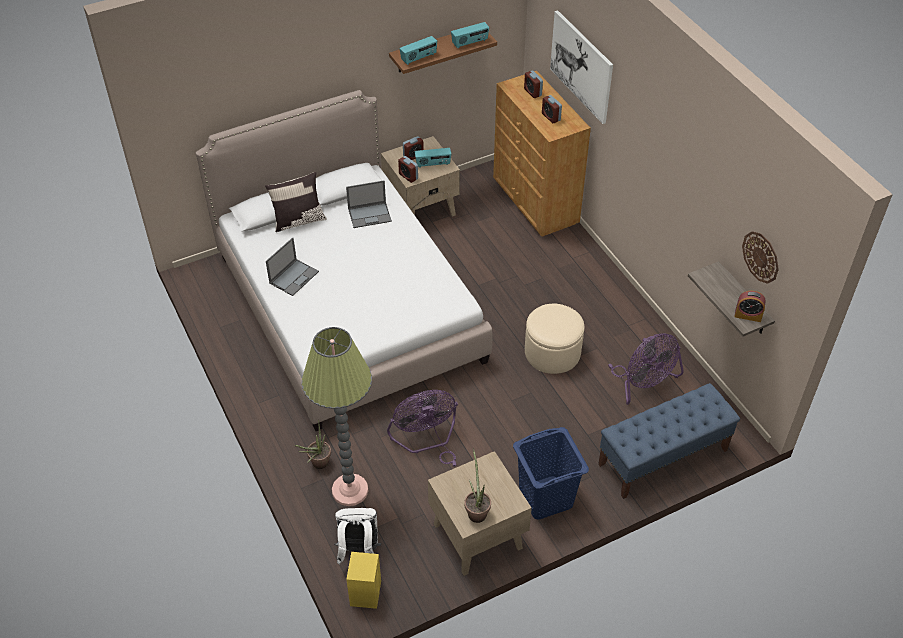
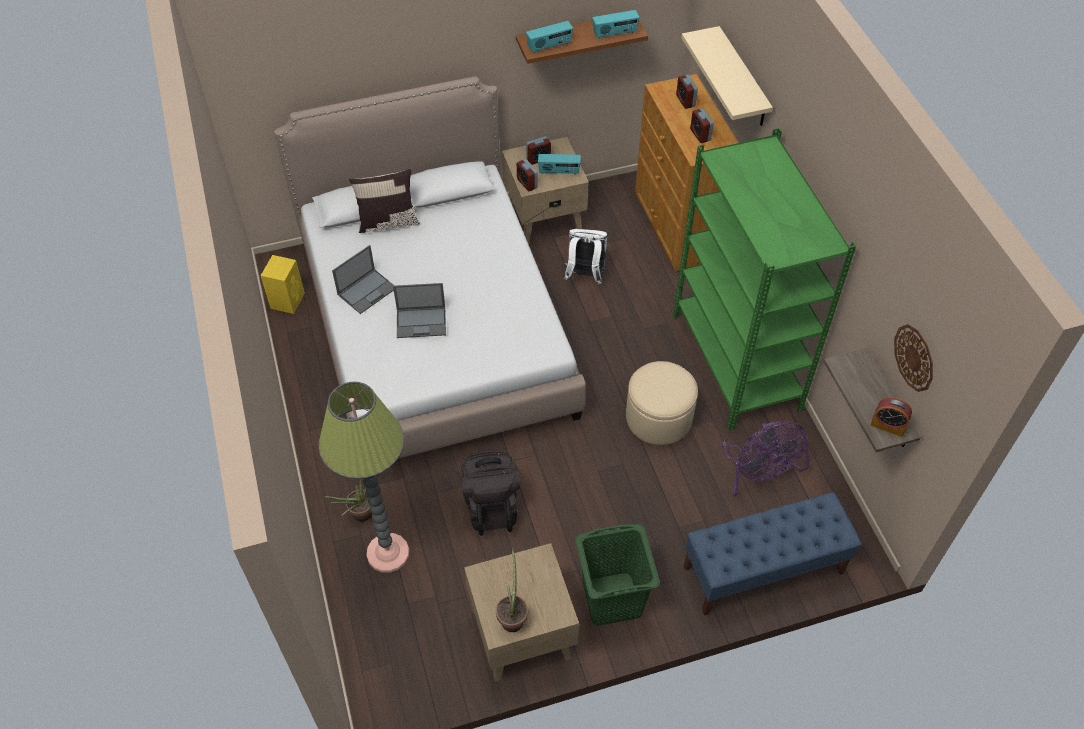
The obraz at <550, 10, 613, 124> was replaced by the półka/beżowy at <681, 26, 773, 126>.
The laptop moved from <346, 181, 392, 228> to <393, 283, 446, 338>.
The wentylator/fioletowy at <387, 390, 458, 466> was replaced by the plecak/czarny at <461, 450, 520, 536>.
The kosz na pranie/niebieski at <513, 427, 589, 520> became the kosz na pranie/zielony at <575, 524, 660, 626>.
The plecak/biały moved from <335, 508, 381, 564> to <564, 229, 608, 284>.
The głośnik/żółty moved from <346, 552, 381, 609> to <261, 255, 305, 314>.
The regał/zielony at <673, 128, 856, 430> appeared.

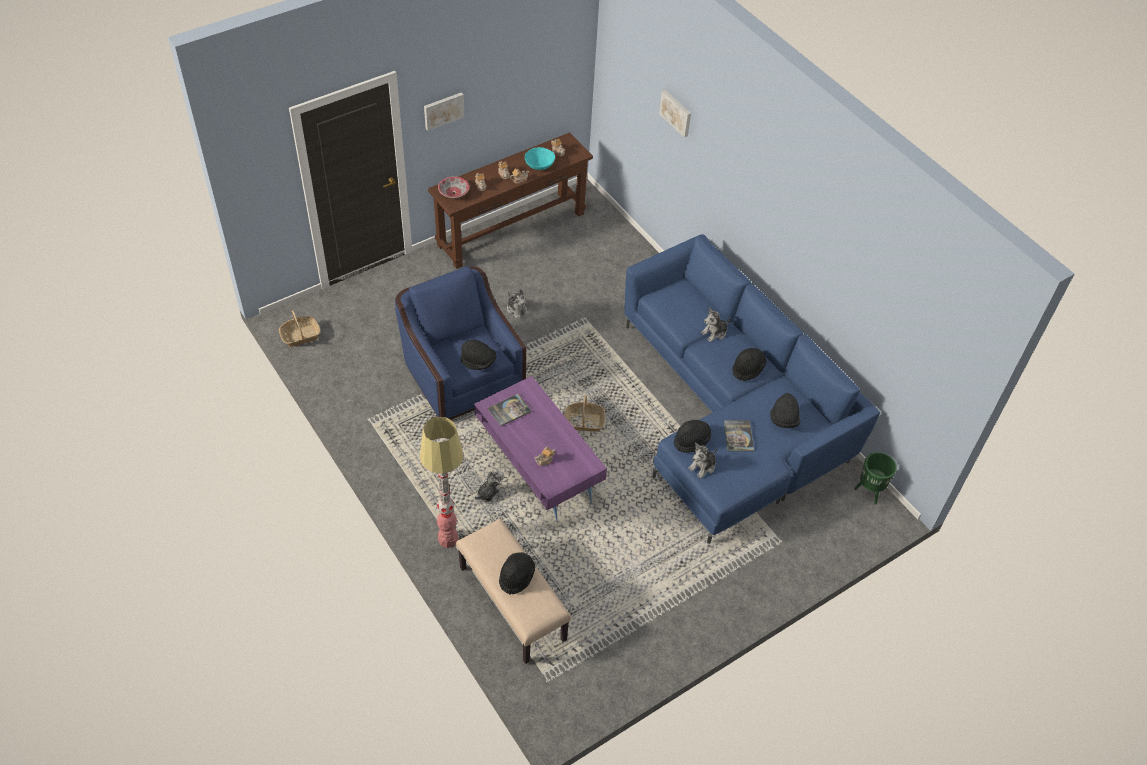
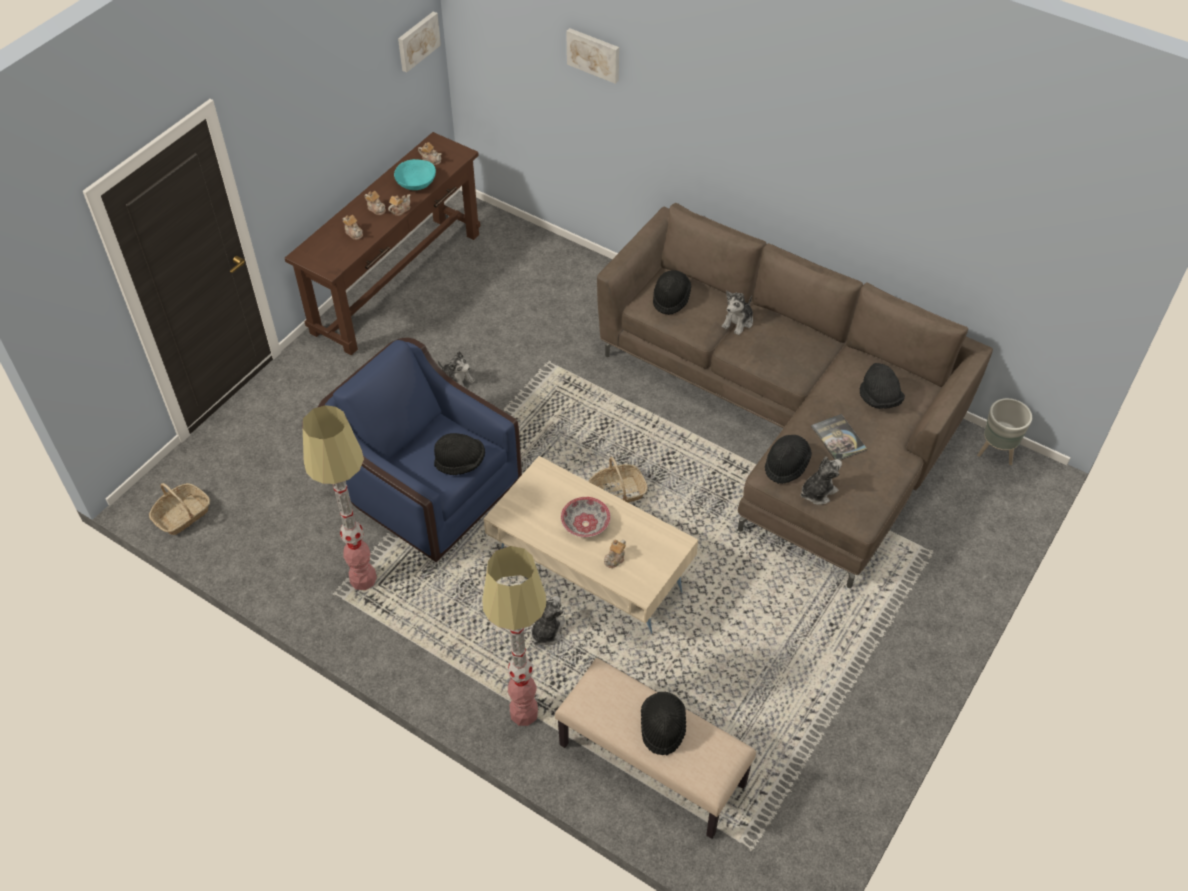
The obraz moved from <424, 92, 464, 131> to <398, 12, 441, 73>.
The miska moved from <438, 176, 469, 198> to <561, 497, 611, 537>.
The kanapa/niebieski at <624, 234, 880, 544> became the kanapa/brązowy at <597, 203, 993, 588>.
The kapelusz/czarny moved from <732, 348, 766, 381> to <653, 270, 691, 315>.
The ława/fioletowy at <475, 376, 607, 521> became the ława/beżowy at <484, 456, 698, 634>.
The książka at <488, 394, 532, 426> disappeared.
The pluszak at <688, 443, 718, 478> turned 150 degrees counterclockwise.
The donica/zielony at <854, 452, 897, 504> became the donica/szary at <977, 398, 1032, 465>.
The lampa stojąca at <303, 405, 377, 590> appeared.

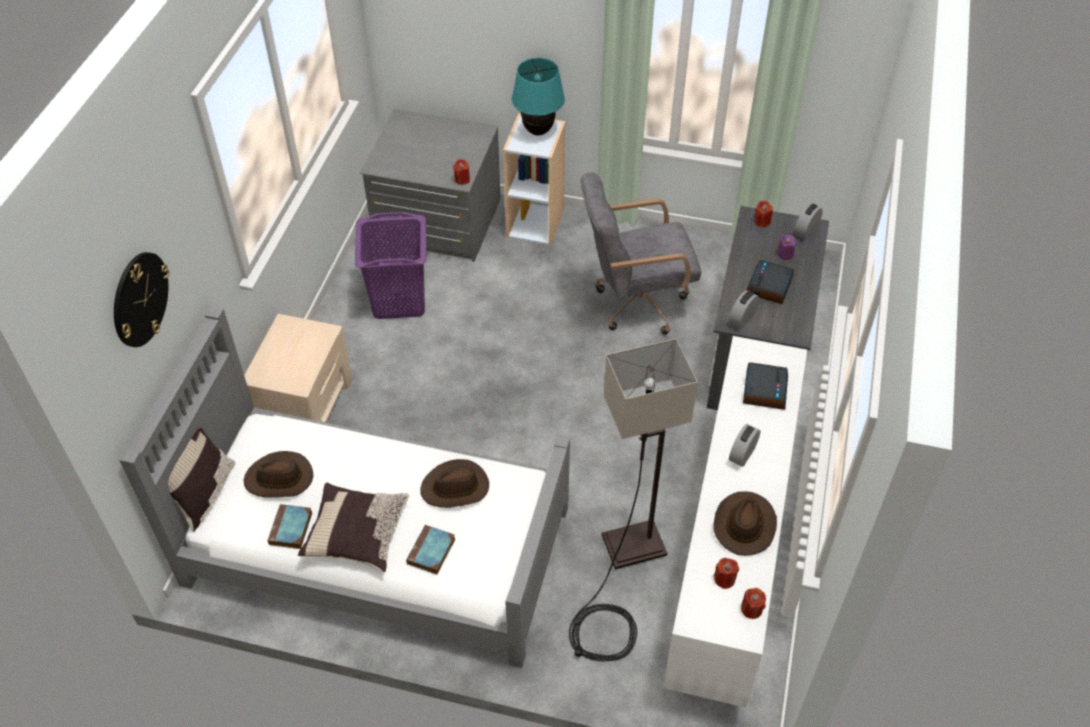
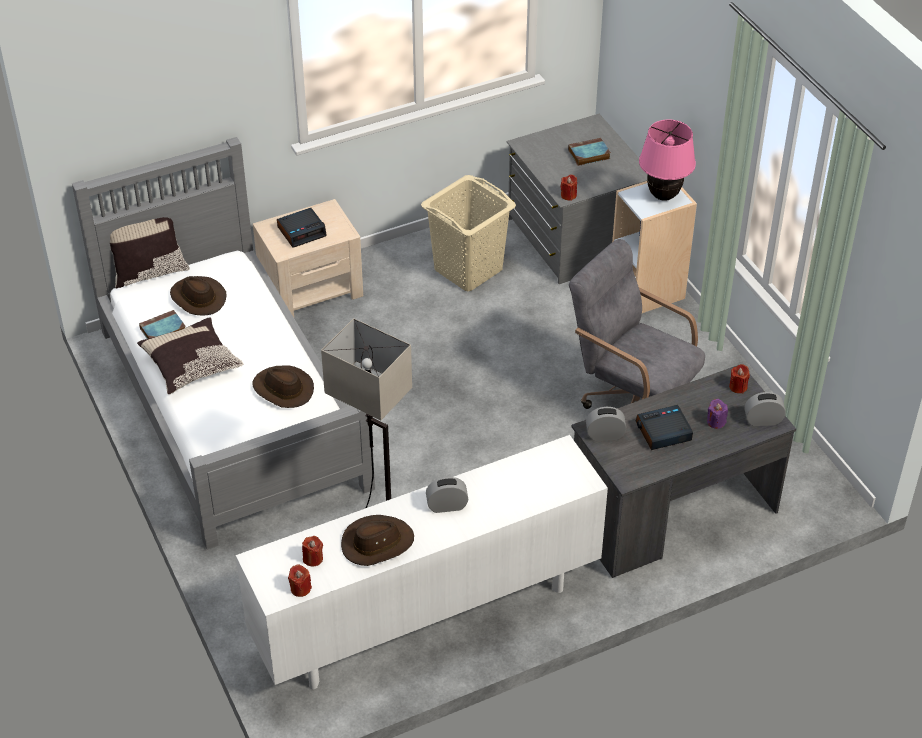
The lampa stołowa/turkusowy at <512, 58, 565, 135> became the lampa stołowa/różowy at <639, 119, 696, 201>.
The kosz na pranie/fioletowy at <355, 212, 427, 319> became the kosz na pranie/beżowy at <421, 175, 516, 291>.
The zegar ścienny at <114, 252, 169, 347> disappeared.
The budzik moved from <743, 362, 788, 410> to <277, 208, 327, 248>.
The książka moved from <406, 525, 455, 575> to <568, 138, 611, 166>.

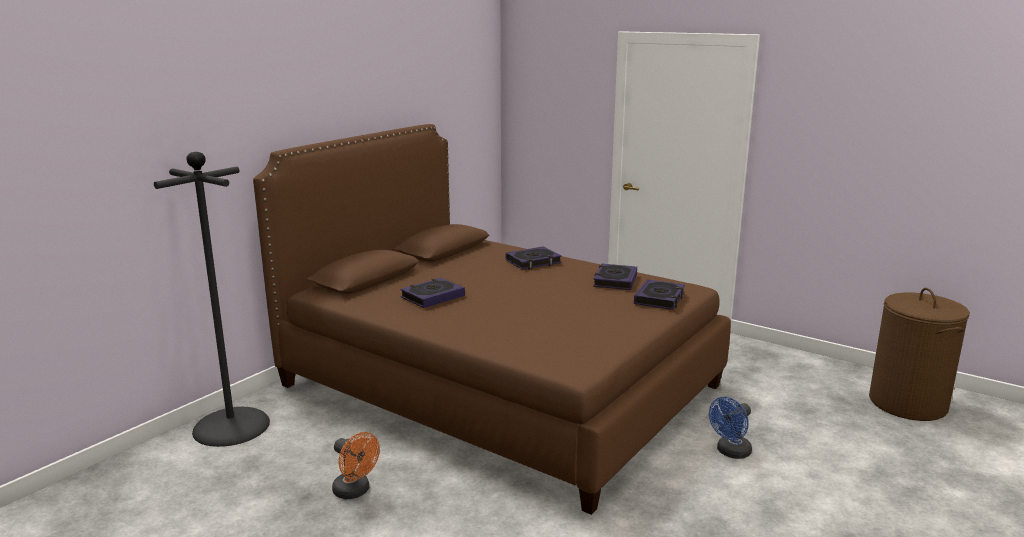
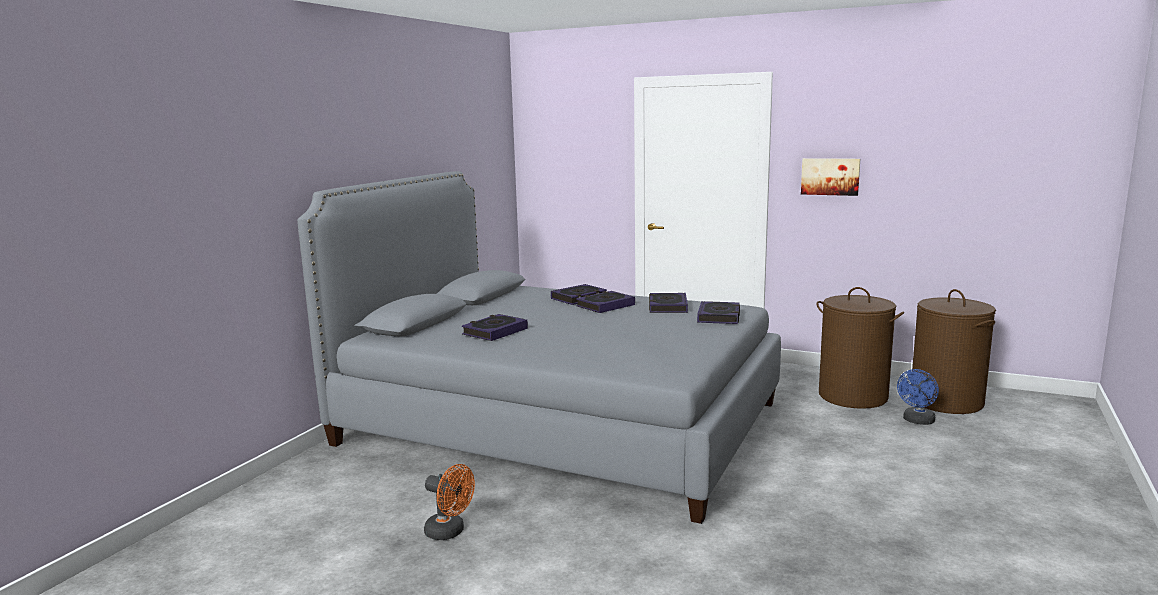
The łóżko/brązowy at <253, 124, 731, 515> became the łóżko/szary at <297, 171, 781, 524>.
The wieszak/czarny at <154, 152, 270, 447> disappeared.
The wentylator/niebieski moved from <709, 397, 752, 459> to <897, 369, 939, 425>.
The obraz at <801, 158, 860, 196> appeared.
The kosz na pranie/brązowy at <816, 287, 904, 409> appeared.
The książka at <576, 291, 635, 313> appeared.

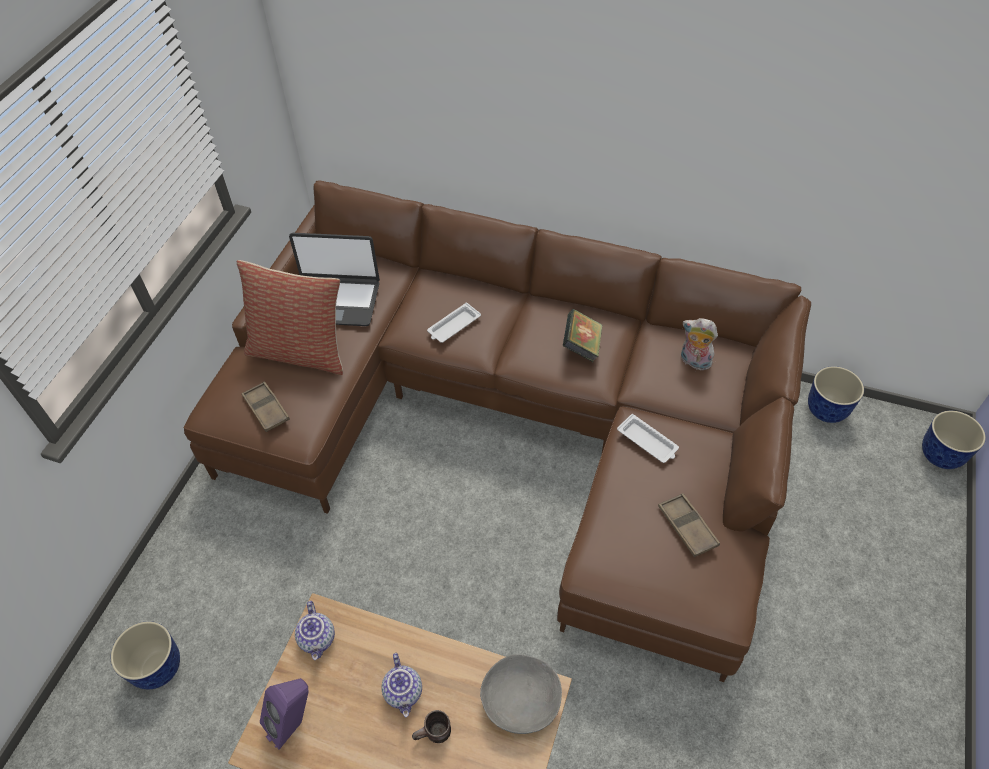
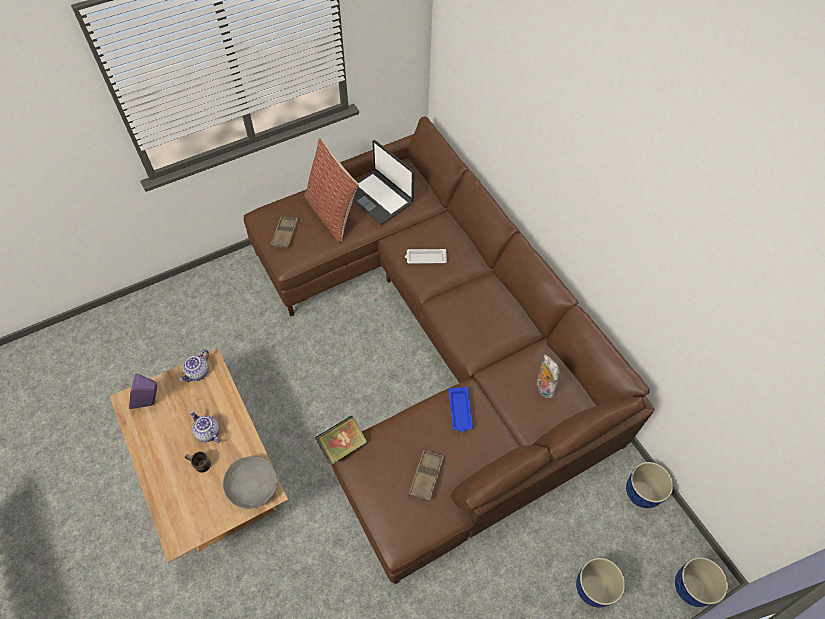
The książka moved from <563, 309, 602, 362> to <315, 416, 367, 465>.
The taca/biały at <617, 414, 679, 463> became the taca/niebieski at <449, 387, 473, 432>.
The donica moved from <111, 621, 180, 689> to <576, 558, 625, 608>.
The imbryk at <381, 653, 422, 717> turned 105 degrees clockwise.

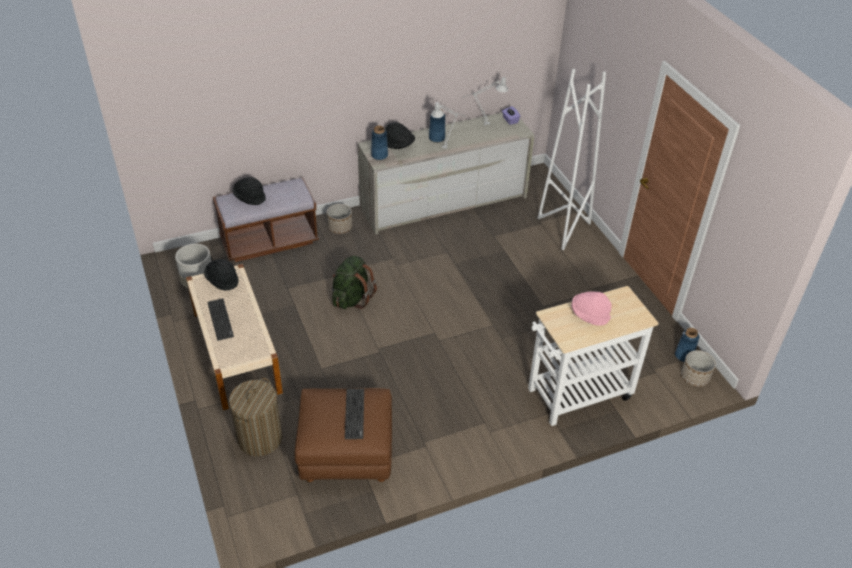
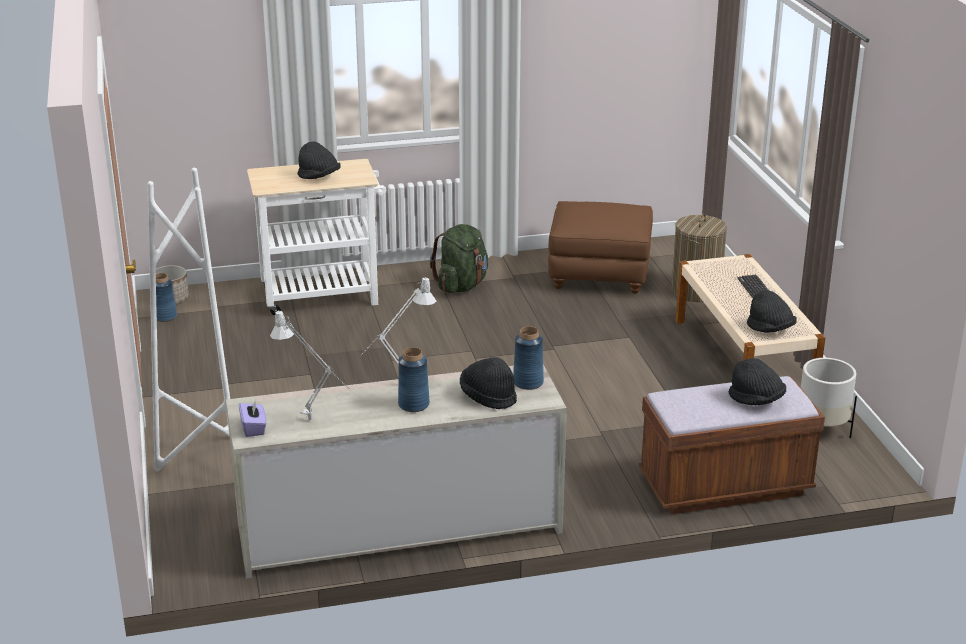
The donica at <327, 204, 352, 234> disappeared.
The plecak/zielony moved from <332, 256, 377, 309> to <430, 224, 488, 293>.
The kapelusz/różowy at <571, 291, 612, 326> became the kapelusz/czarny at <297, 141, 341, 179>.
The klawiatura at <345, 389, 364, 439> disappeared.

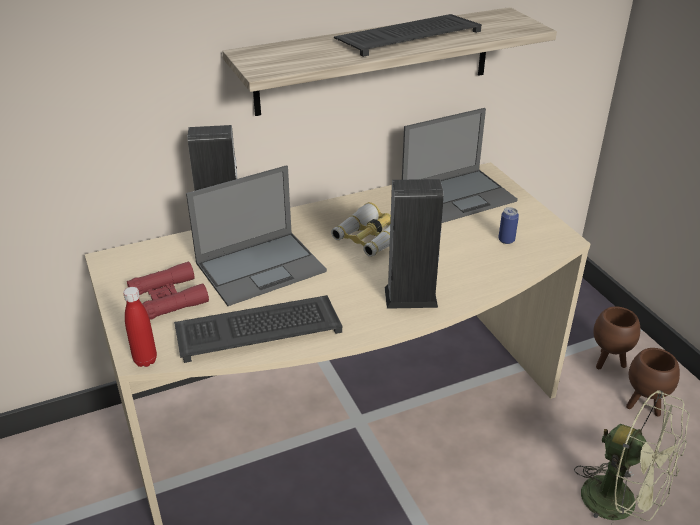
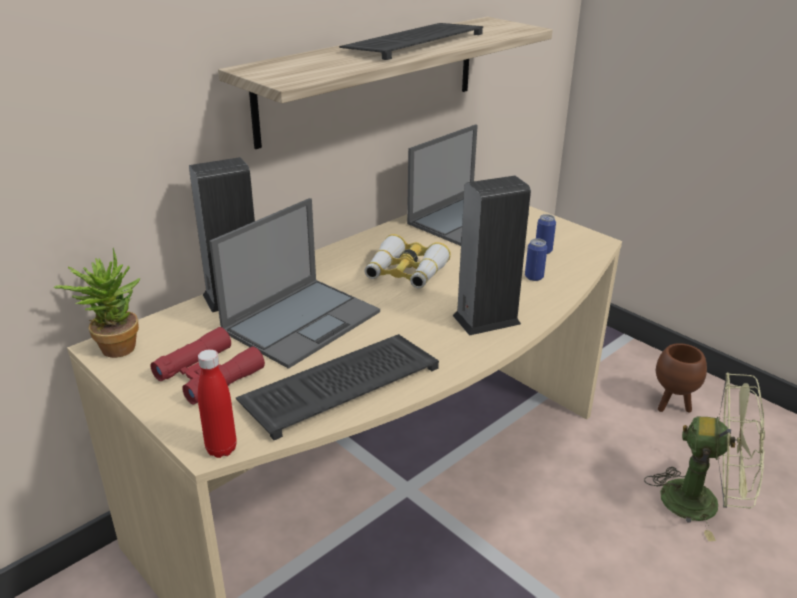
The donica/brązowy at <593, 306, 640, 369> disappeared.
The puszka at <525, 238, 547, 281> appeared.
The roślina doniczkowa at <54, 247, 140, 358> appeared.

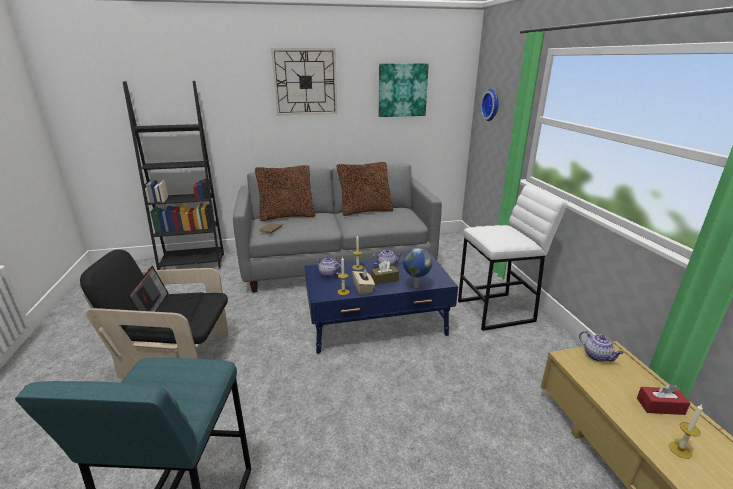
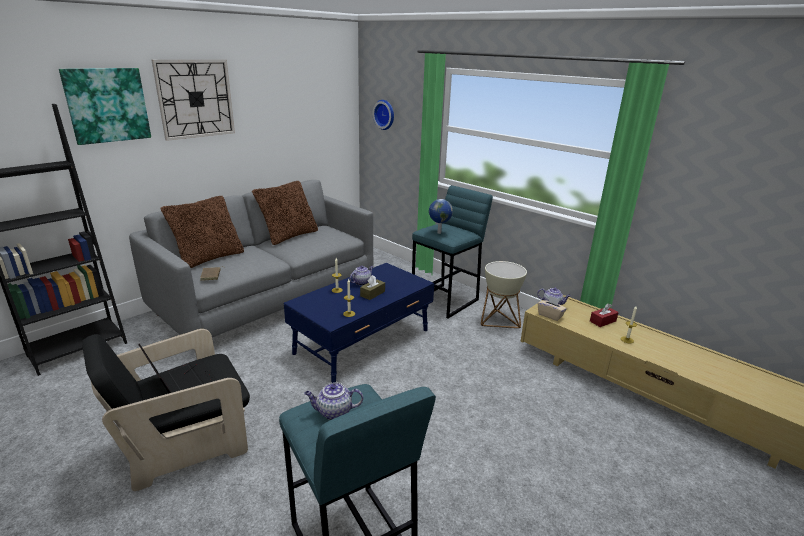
The obraz moved from <379, 63, 429, 117> to <59, 68, 151, 145>.
The stołek/biały at <458, 185, 567, 331> became the stołek/turkusowy at <412, 185, 493, 319>.
The globus moved from <403, 248, 432, 288> to <429, 199, 453, 234>.
The imbryk moved from <315, 257, 342, 278> to <304, 382, 364, 420>.
The pudełko chusteczek/beżowy moved from <352, 269, 375, 295> to <538, 296, 567, 321>.
The donica at <481, 261, 527, 328> appeared.

